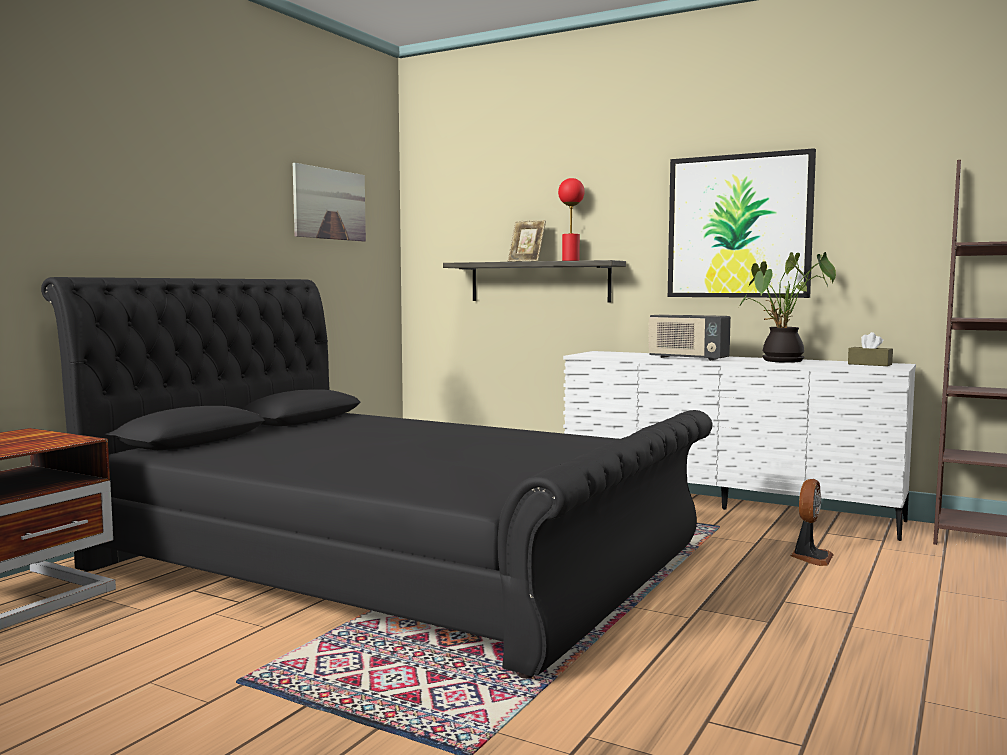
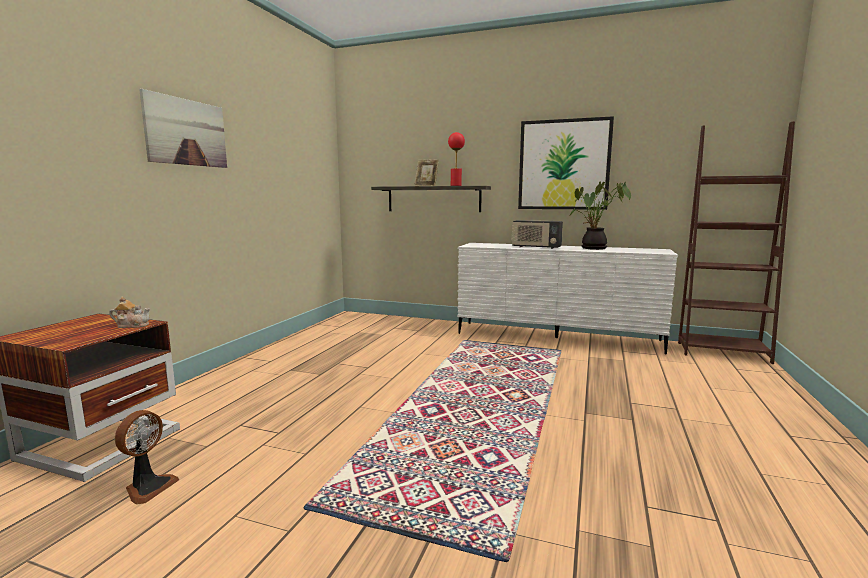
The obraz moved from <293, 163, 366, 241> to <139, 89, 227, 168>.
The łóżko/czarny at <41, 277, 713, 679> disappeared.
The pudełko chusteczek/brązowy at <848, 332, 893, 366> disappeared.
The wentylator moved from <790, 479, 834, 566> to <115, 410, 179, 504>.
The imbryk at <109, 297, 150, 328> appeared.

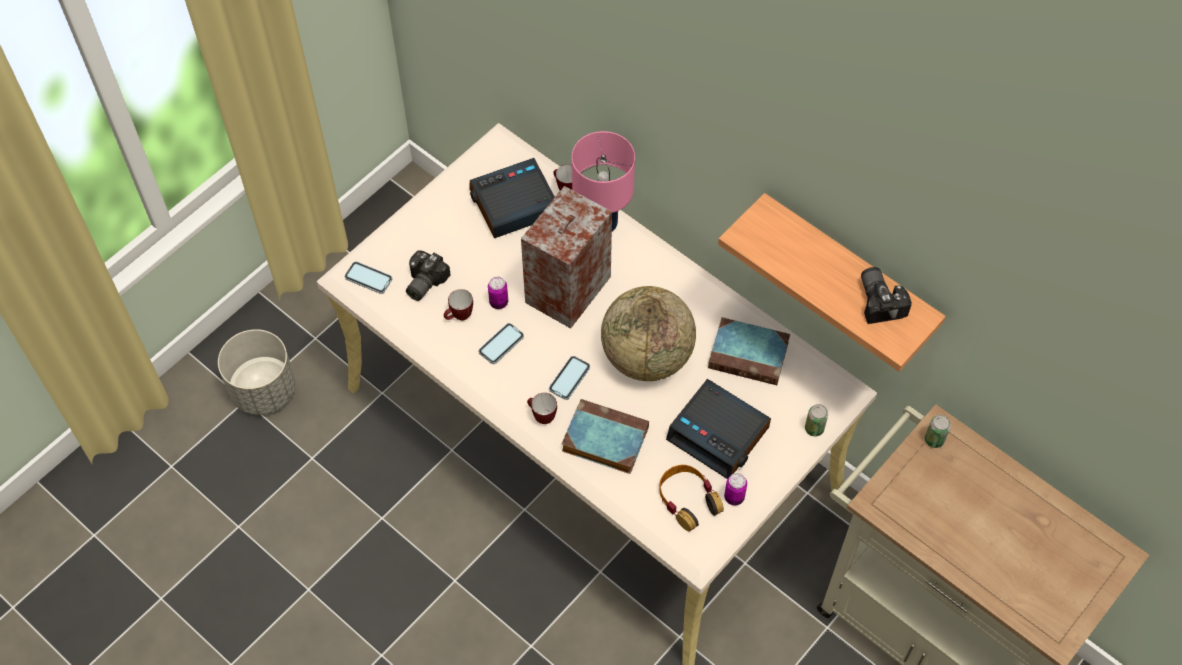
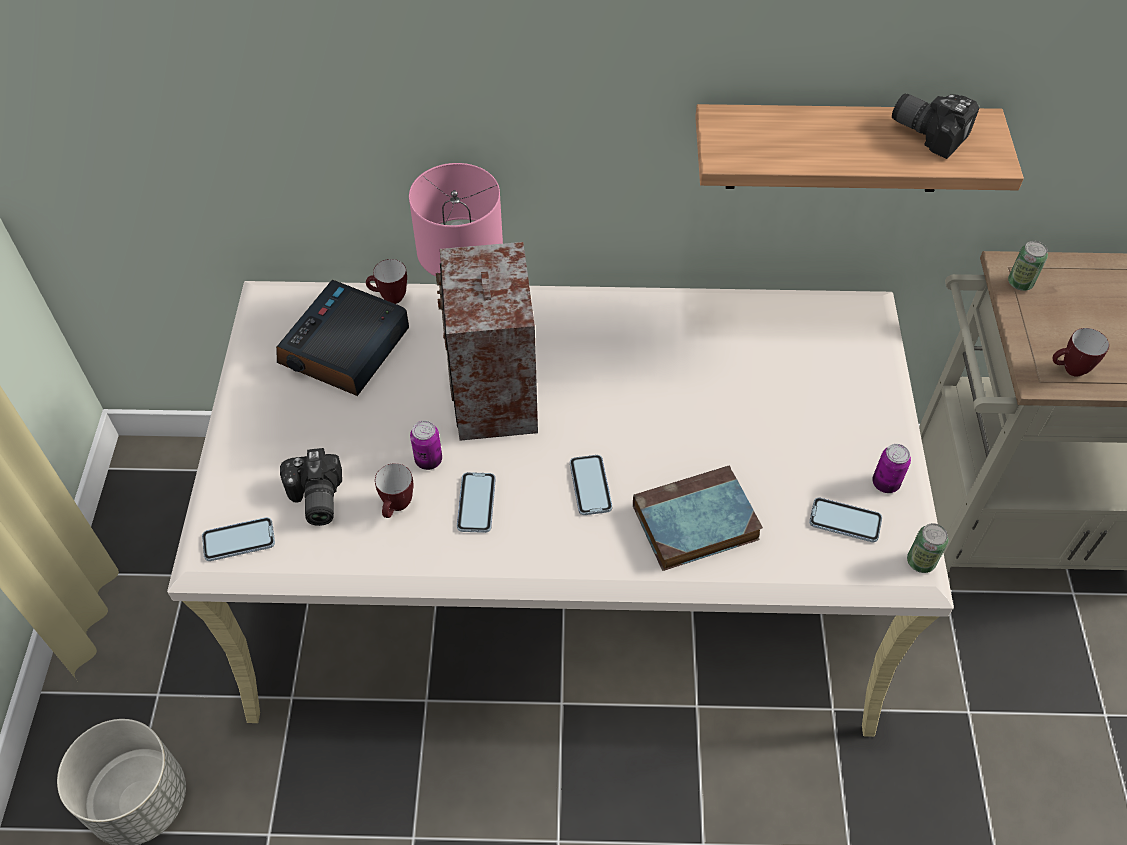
The globus at <601, 286, 696, 381> disappeared.
The książka at <708, 317, 790, 385> disappeared.
The budzik at <666, 379, 771, 479> disappeared.
The kubek moved from <527, 393, 557, 424> to <1052, 328, 1109, 377>.
The puszka moved from <805, 404, 828, 437> to <907, 523, 948, 573>.
The słuchawki at <659, 465, 724, 531> was replaced by the telefon at <809, 498, 882, 542>.

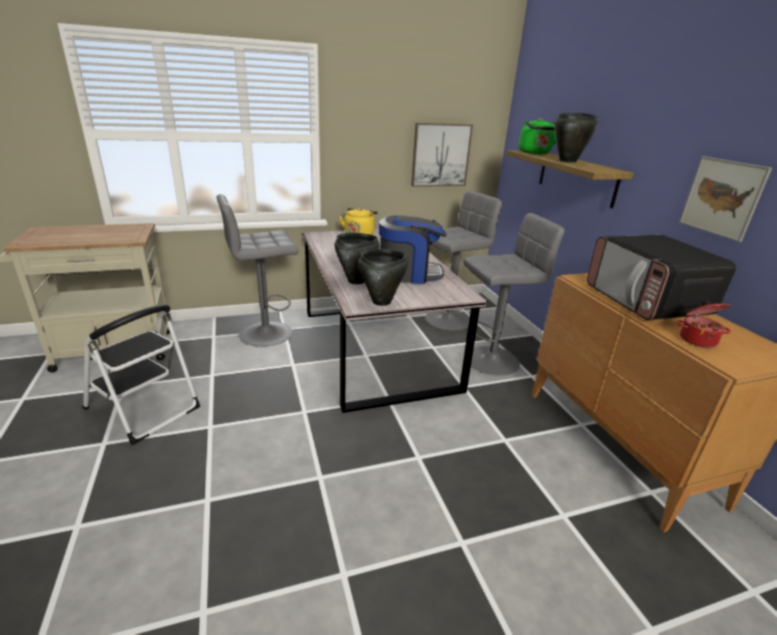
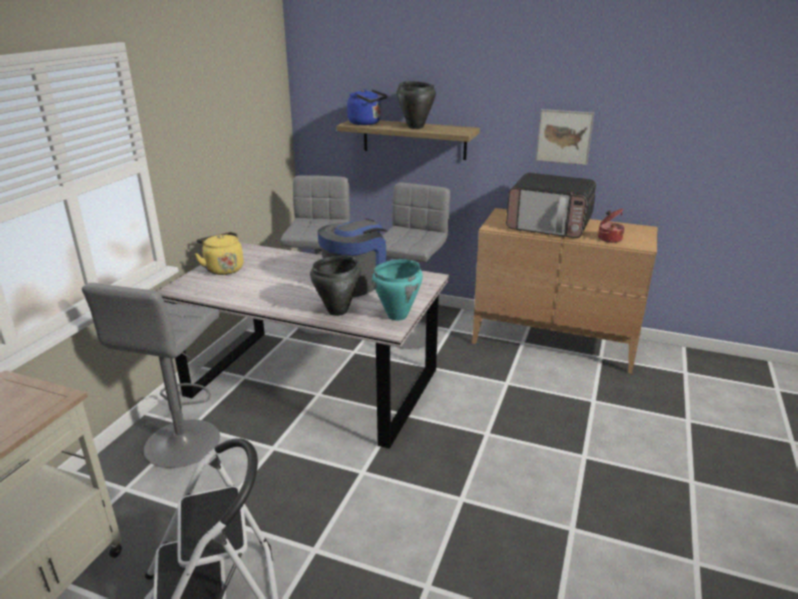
The czajnik/zielony at <519, 118, 556, 154> became the czajnik/niebieski at <347, 89, 387, 125>.
The obraz at <411, 123, 473, 187> disappeared.
The garnek/czarny at <358, 249, 408, 306> became the garnek/turkusowy at <372, 259, 423, 321>.

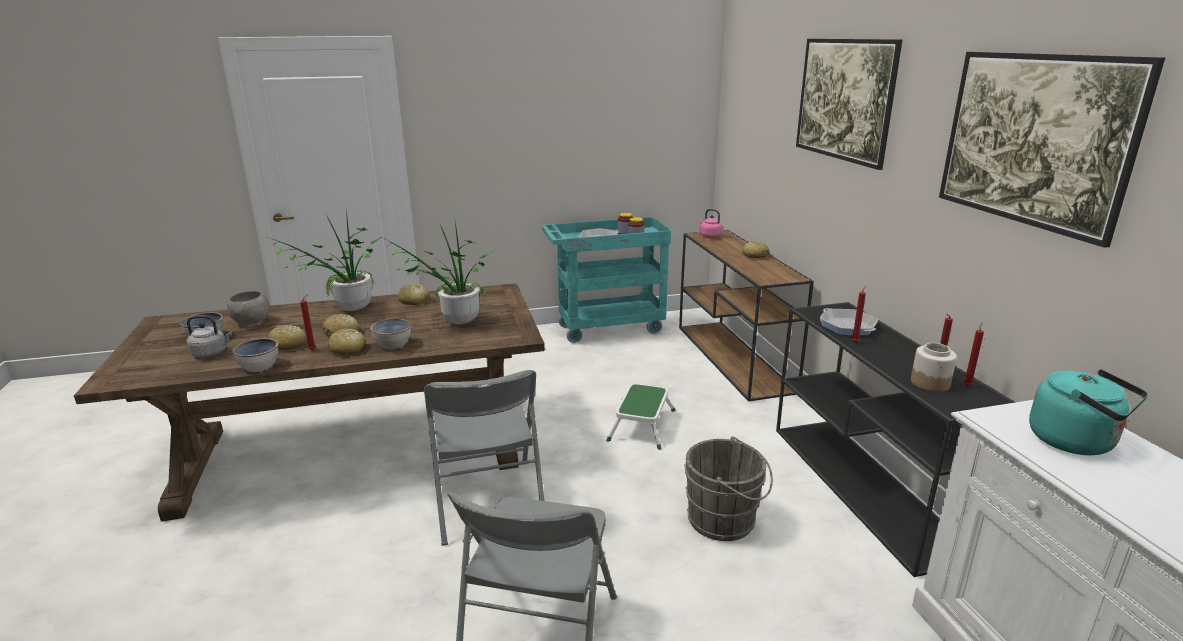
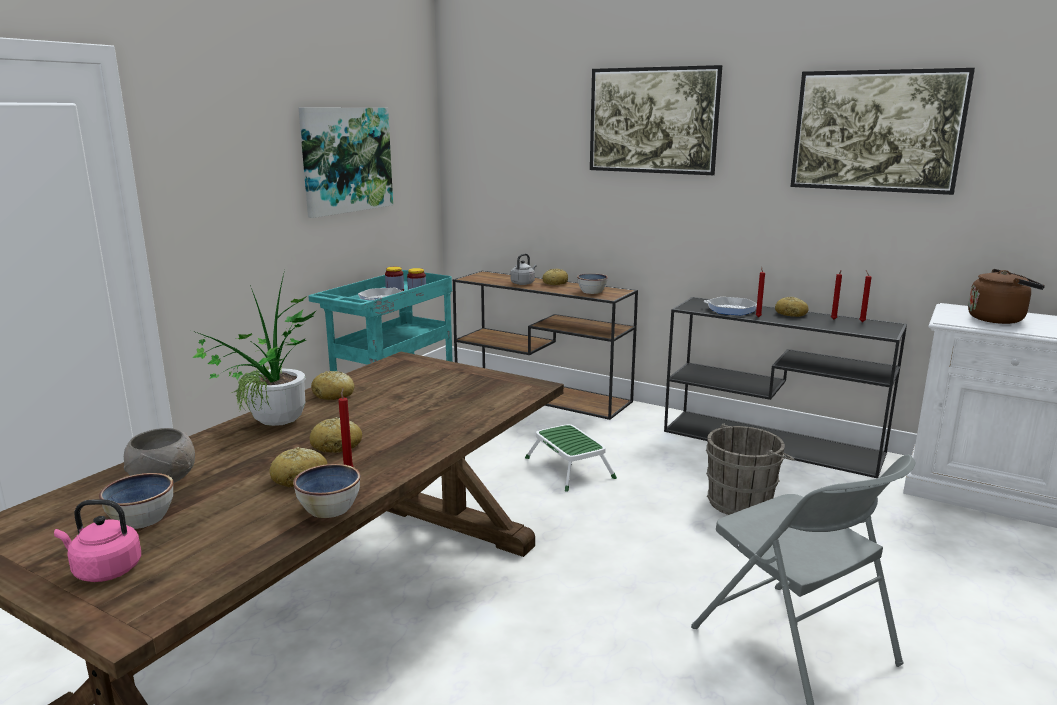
The czajnik/różowy moved from <698, 209, 723, 238> to <54, 499, 141, 582>.
The roślina doniczkowa at <387, 216, 494, 324> disappeared.
The czajnik/szary moved from <186, 315, 232, 358> to <510, 254, 537, 285>.
The miska moved from <370, 318, 411, 349> to <577, 273, 608, 294>.
The chleb moved from <328, 328, 365, 355> to <775, 297, 809, 317>.
The słoik at <911, 343, 957, 392> disappeared.
The czajnik/turkusowy at <1029, 369, 1148, 455> became the czajnik/brązowy at <968, 269, 1045, 324>.
The krzesło/szary at <424, 370, 545, 546> disappeared.
The obraz at <299, 108, 393, 218> appeared.

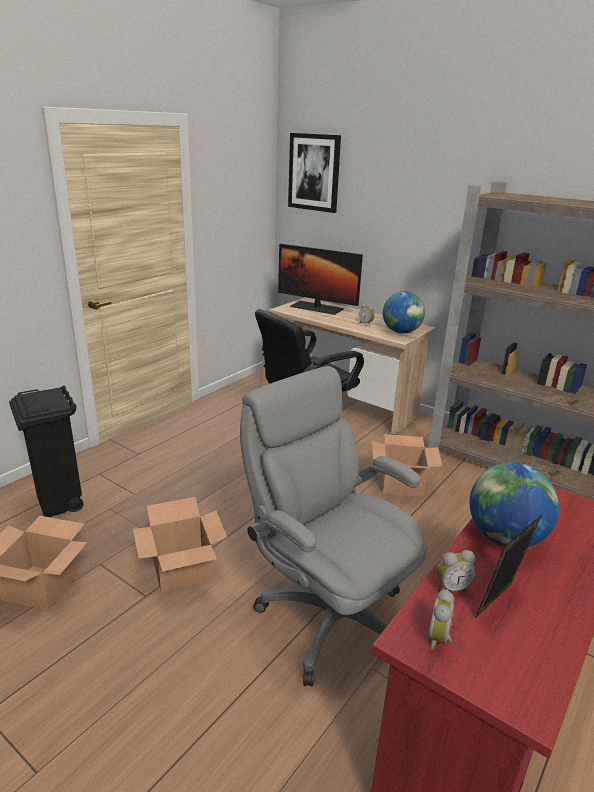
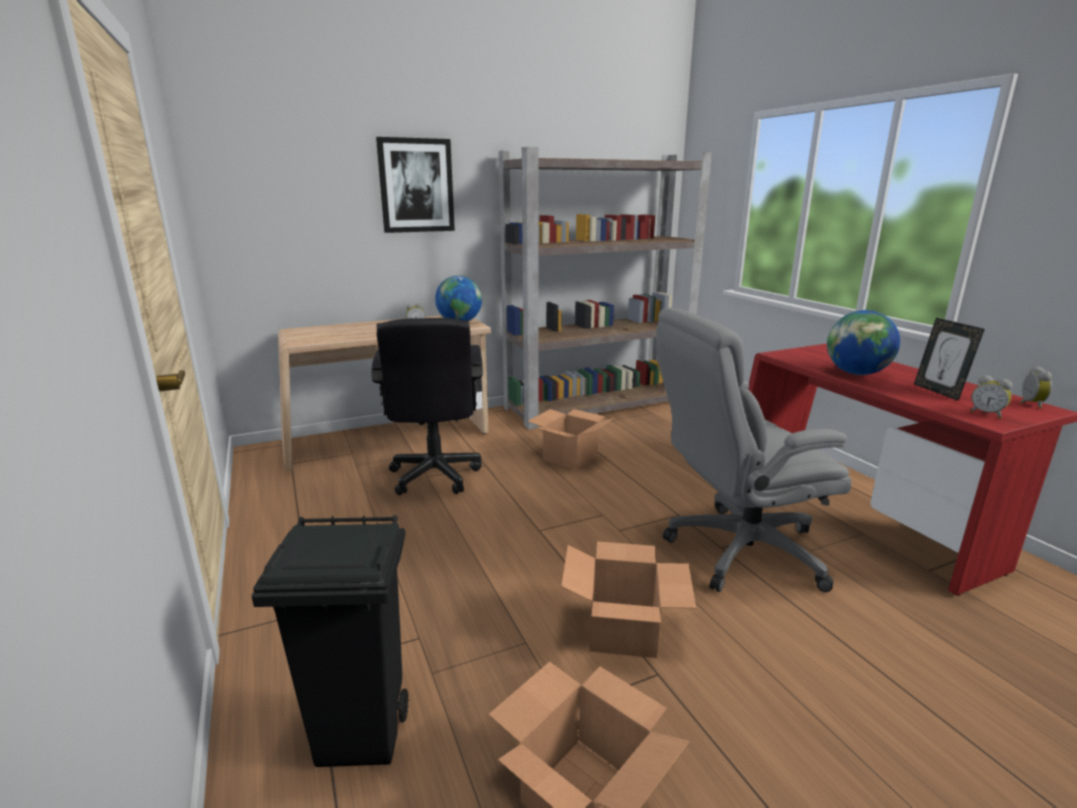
The obraz moved from <288, 133, 341, 213> to <376, 137, 455, 233>.
The monitor at <278, 244, 363, 315> disappeared.
The budzik moved from <436, 550, 476, 591> to <1020, 366, 1052, 408>.

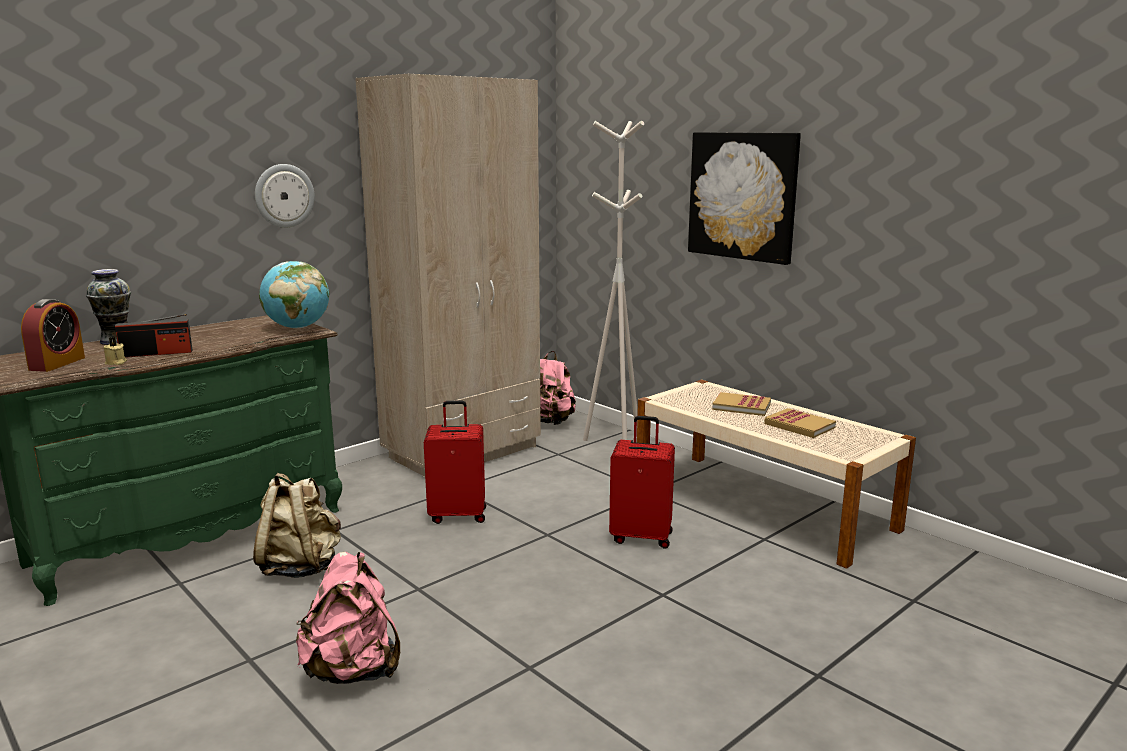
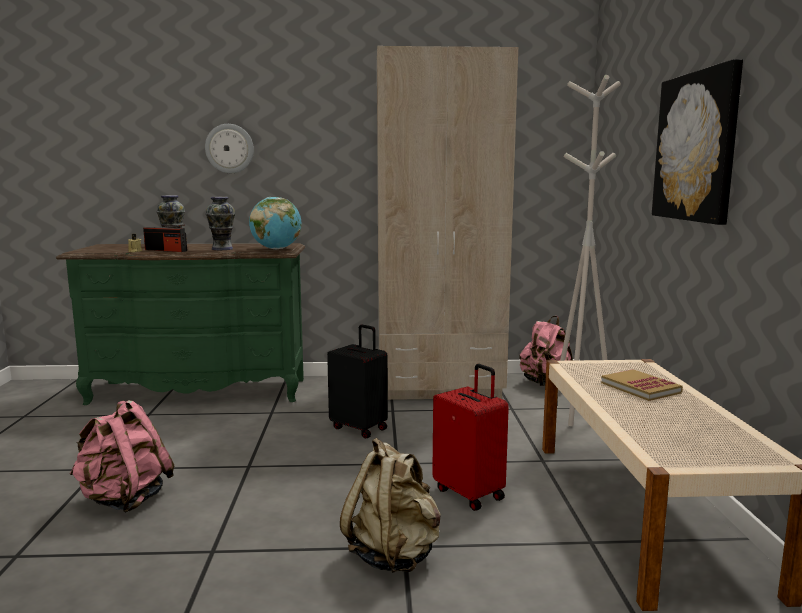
The zegar ścienny moved from <255, 164, 315, 228> to <205, 124, 254, 173>.
The budzik at <21, 299, 85, 372> disappeared.
The walizka/czerwony at <424, 401, 486, 524> became the walizka/czarny at <327, 324, 388, 439>.
The książka at <764, 408, 836, 438> disappeared.
The plecak/beżowy moved from <253, 473, 341, 578> to <340, 438, 441, 573>.
The wazon at <206, 197, 235, 250> appeared.

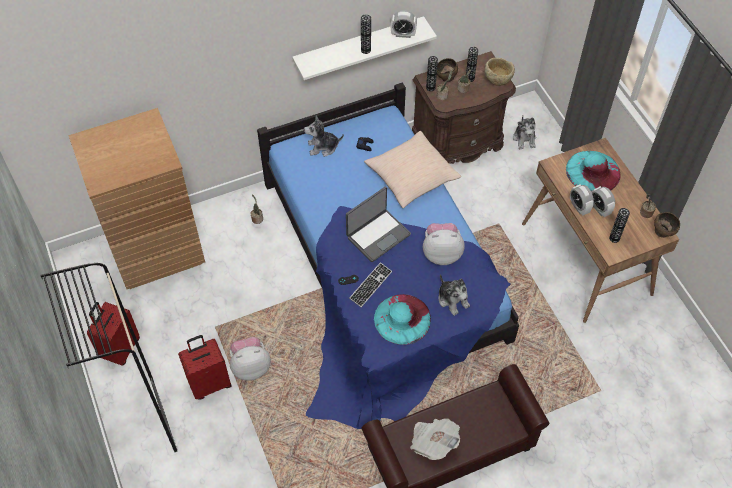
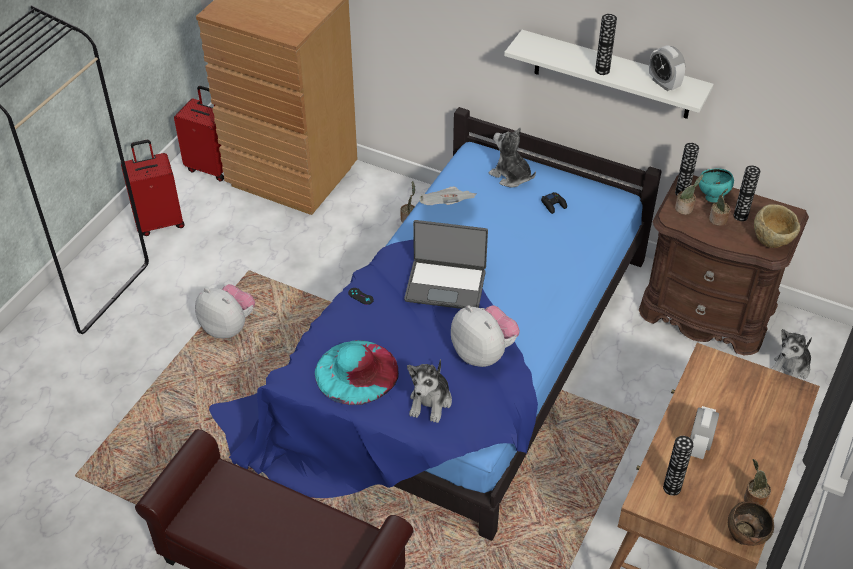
The miska/brązowy at <437, 58, 458, 82> became the miska/turkusowy at <699, 169, 734, 203>.
The poduszka/beżowy at <364, 131, 461, 208> disappeared.
The kapelusz/turkusowy at <566, 151, 621, 192> disappeared.
The budzik at <570, 184, 594, 216> disappeared.
The klawiatura at <349, 262, 392, 307> disappeared.
The walizka/czerwony moved from <178, 335, 231, 400> to <174, 86, 224, 182>.
The gazeta moved from <410, 418, 460, 460> to <419, 187, 476, 205>.

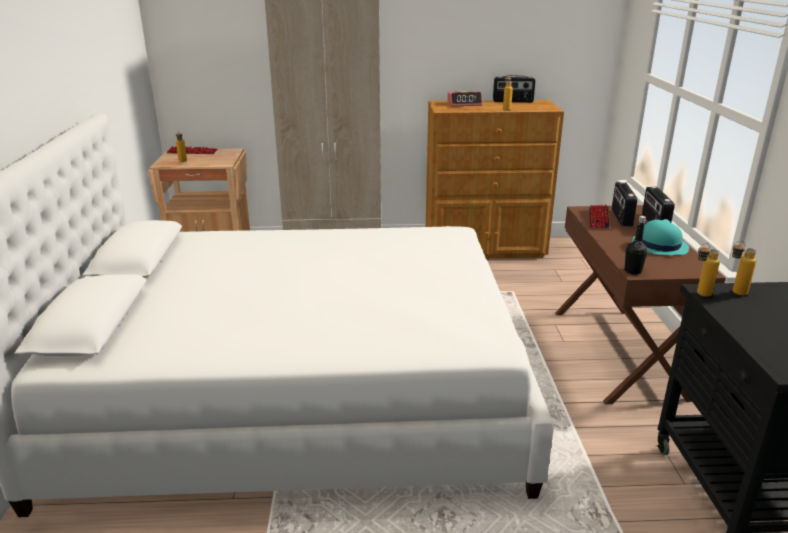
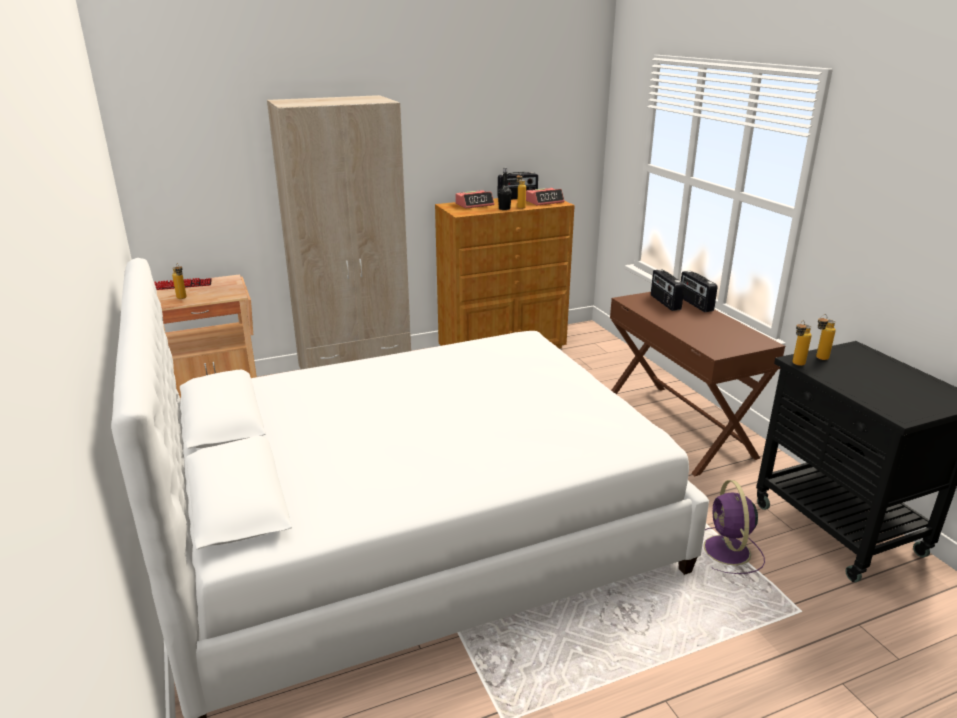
The klawiatura at <589, 205, 610, 229> disappeared.
The butelka/czarny moved from <625, 216, 648, 275> to <498, 168, 512, 210>.
The kapelusz/turkusowy at <632, 219, 689, 256> disappeared.
The budzik at <526, 188, 565, 206> appeared.
The wentylator/fioletowy at <703, 480, 765, 574> appeared.

